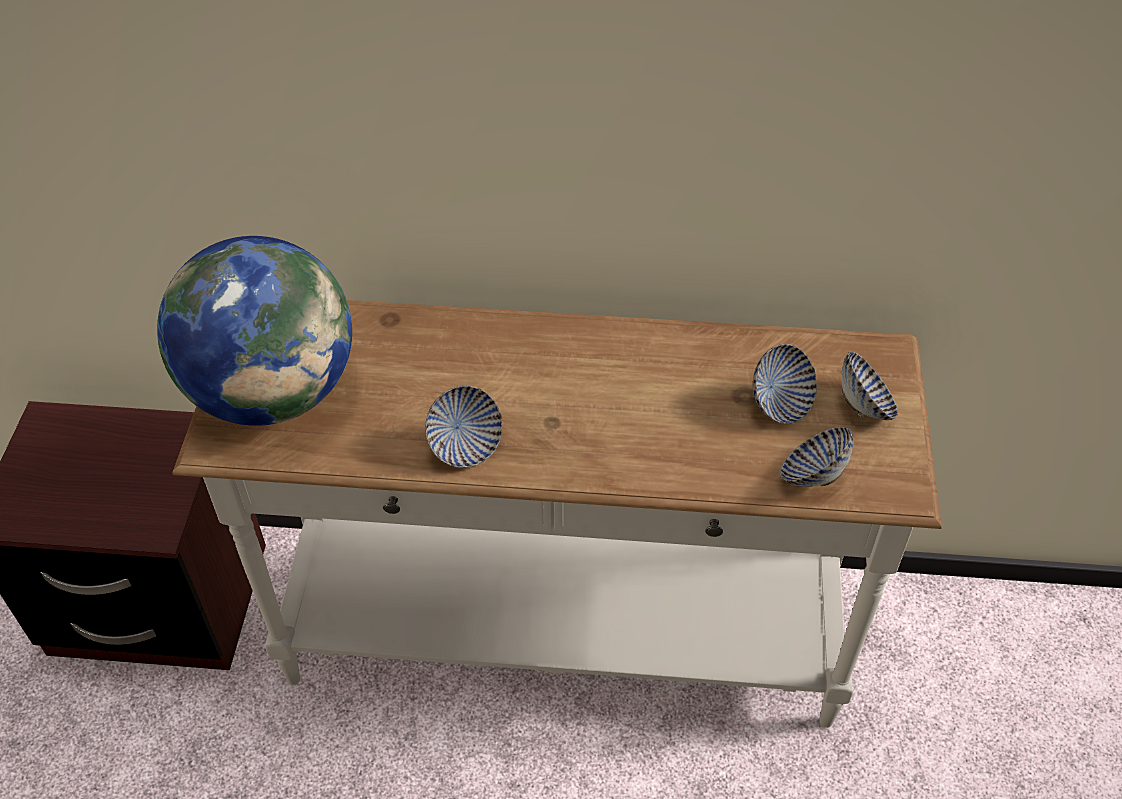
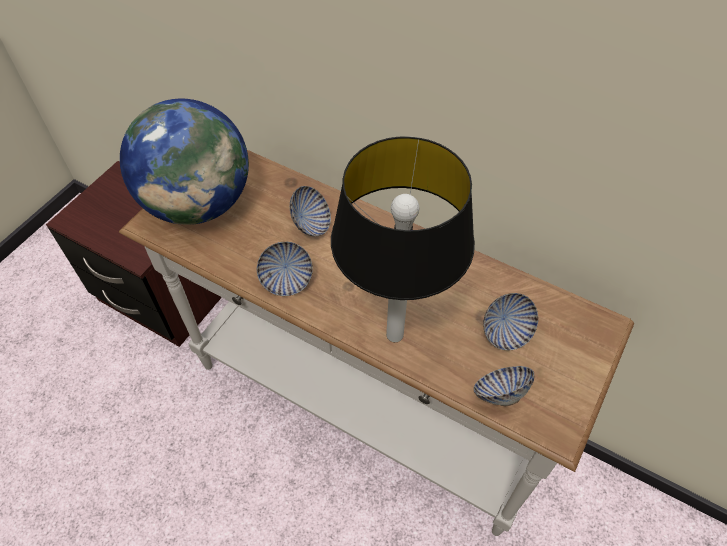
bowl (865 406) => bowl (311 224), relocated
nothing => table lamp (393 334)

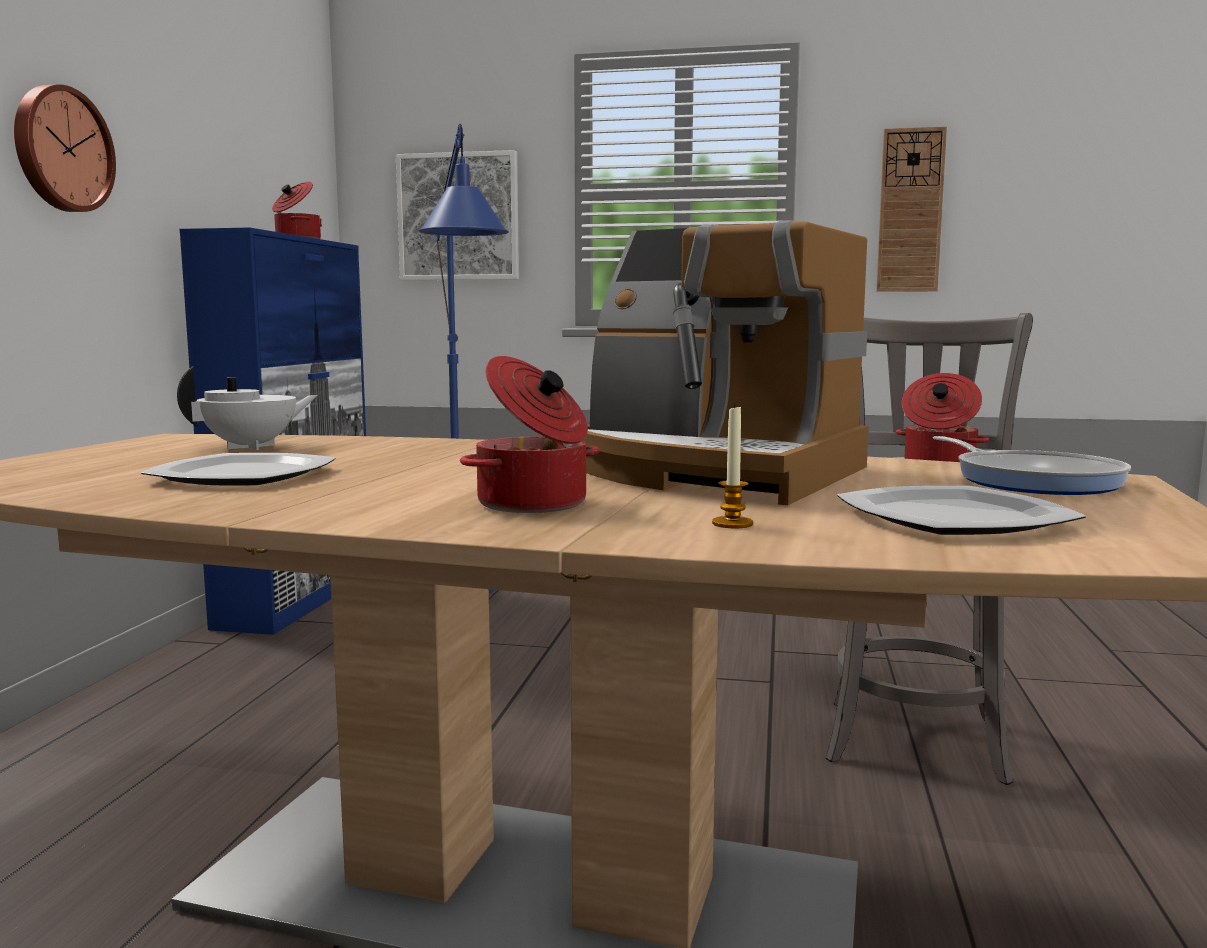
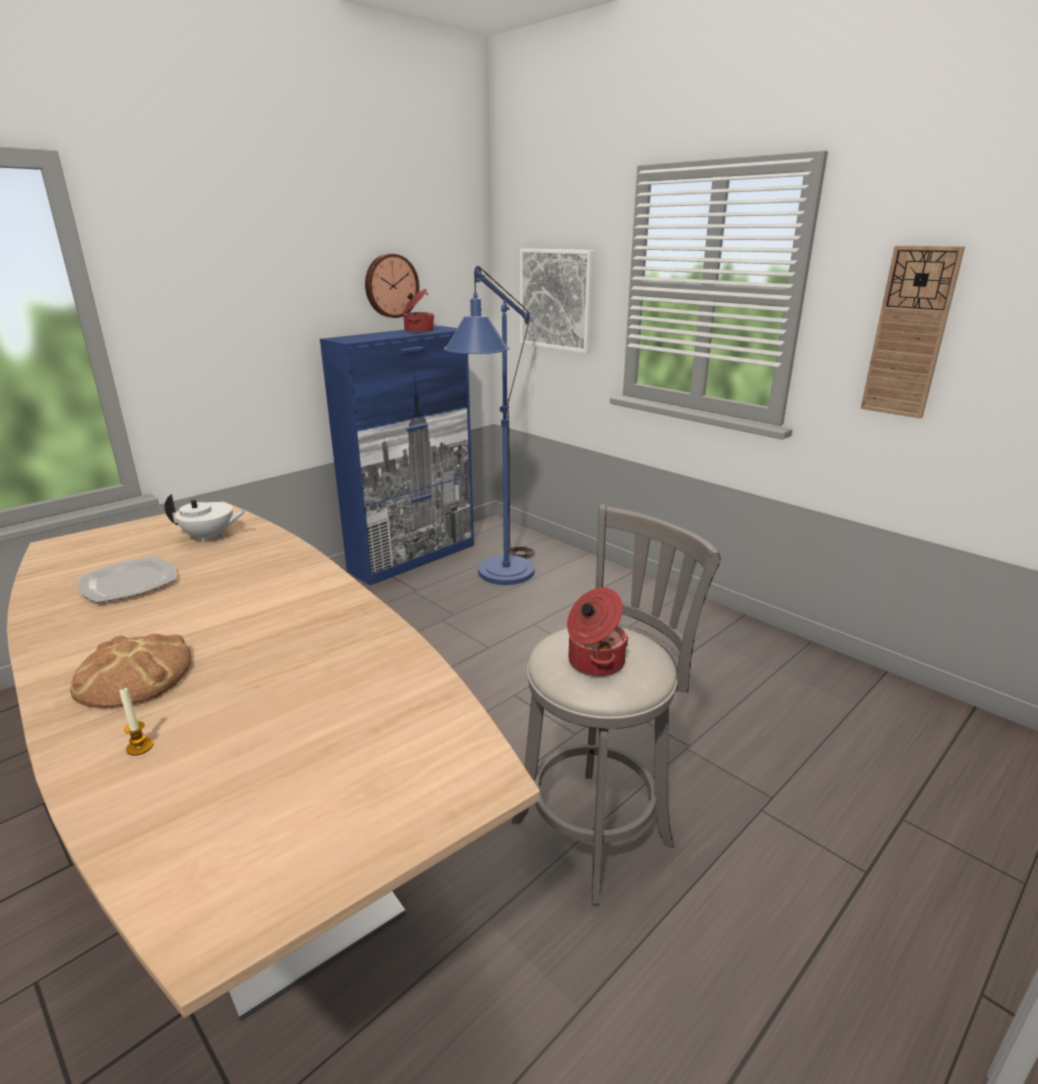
wall clock (61 149) => wall clock (390 286), relocated
cooking pot (534 504) => bread (134 676)
coffee machine (714 472) => nothing
plate (953 517) => nothing
frying pan (1032 481) => nothing

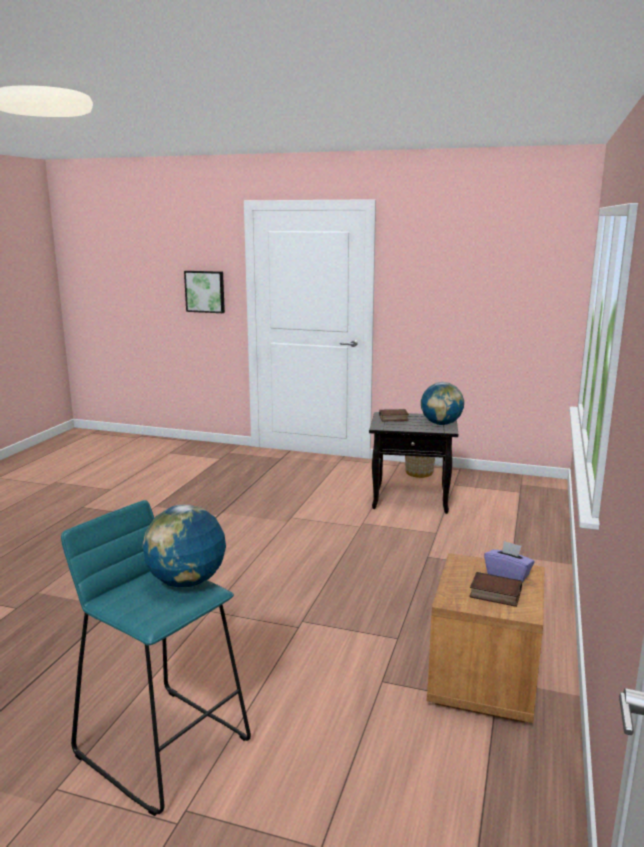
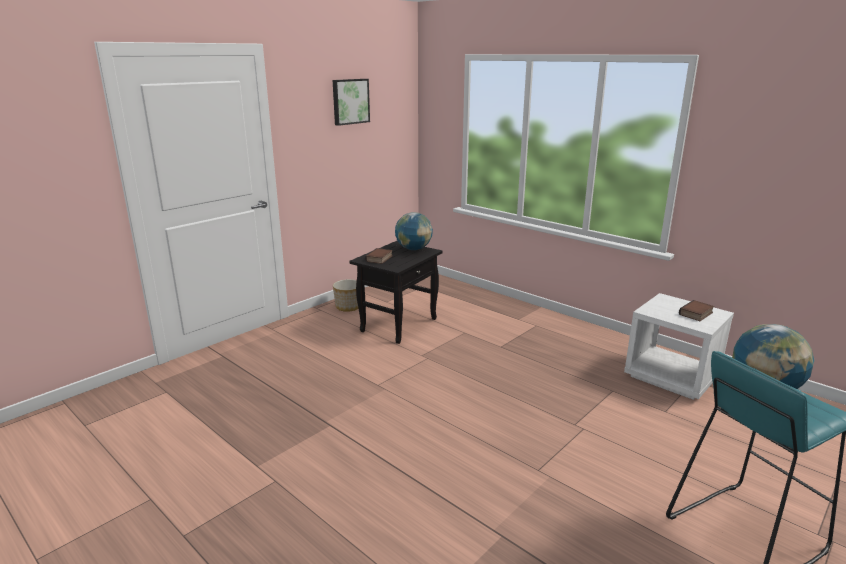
picture (205 291) => picture (350 101), relocated
nightstand in brown (483 683) => nightstand in white (672 377)
tissue box in purple (508 575) => nothing

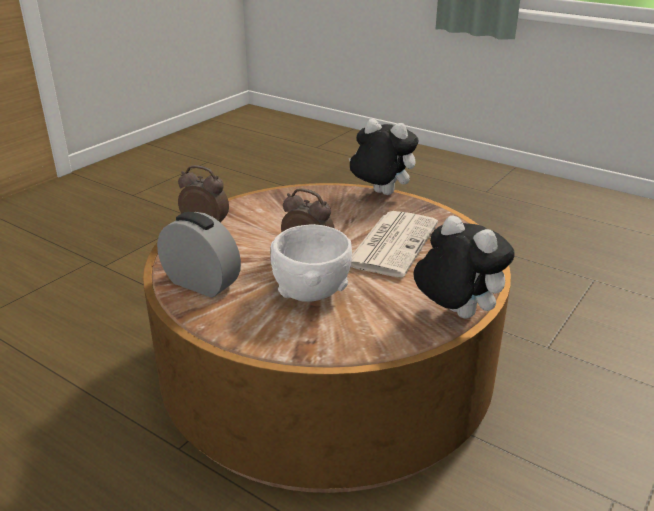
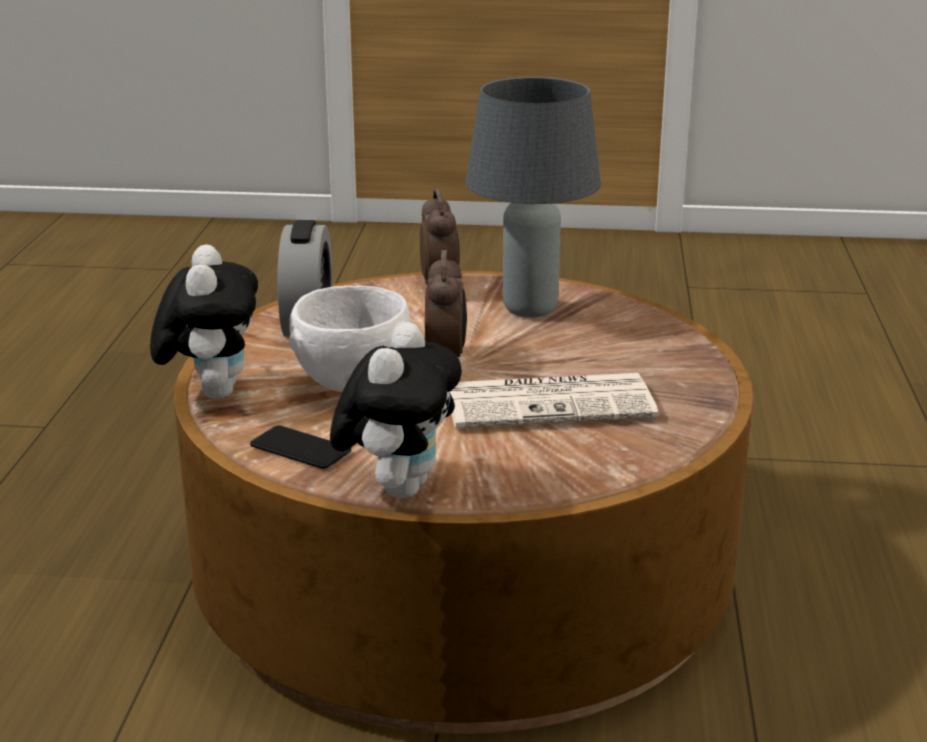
plush toy (380 194) => plush toy (212 391), relocated
nothing => phone (300 449)
nothing => table lamp in grey (529 310)

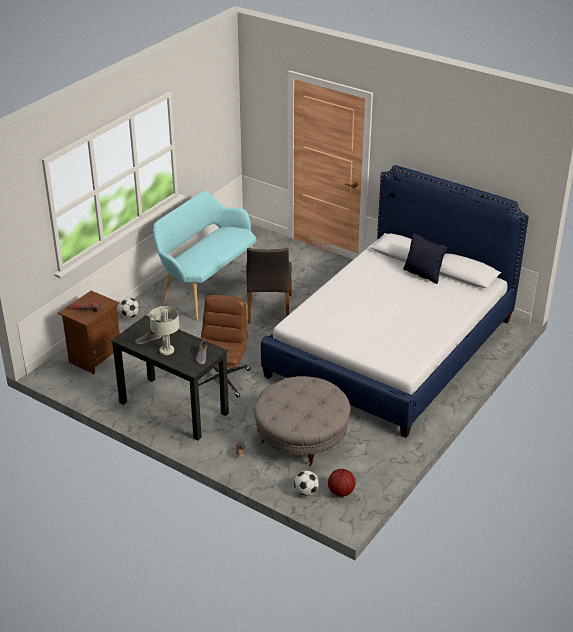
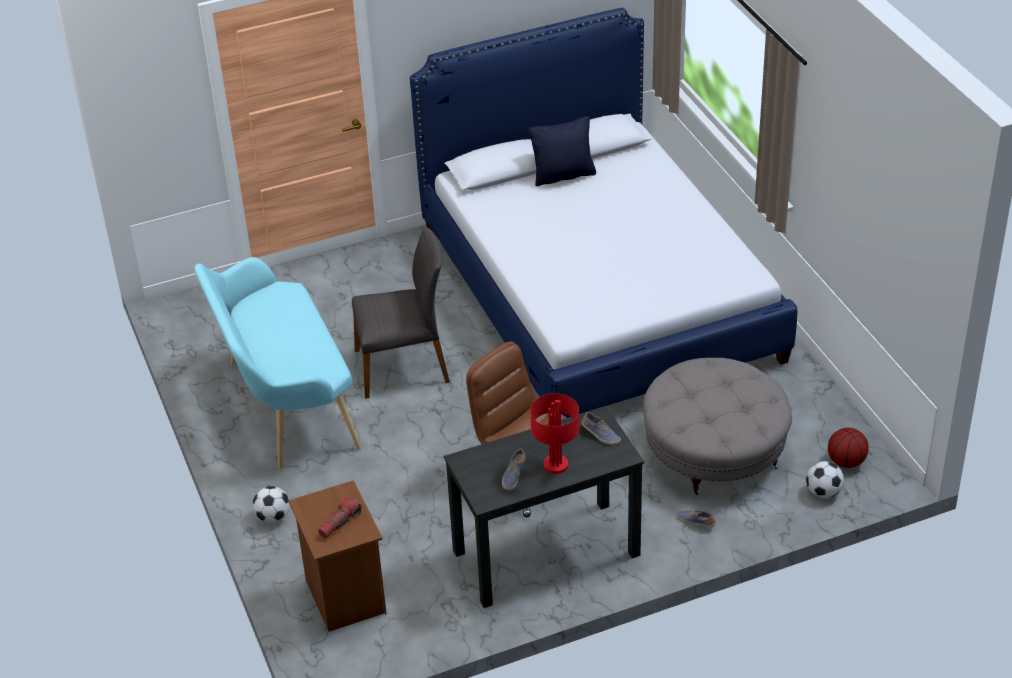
table lamp in grey (166 350) => table lamp in red (555 465)
chair in grey (268 309) => chair in grey (403 366), 45 degrees counterclockwise

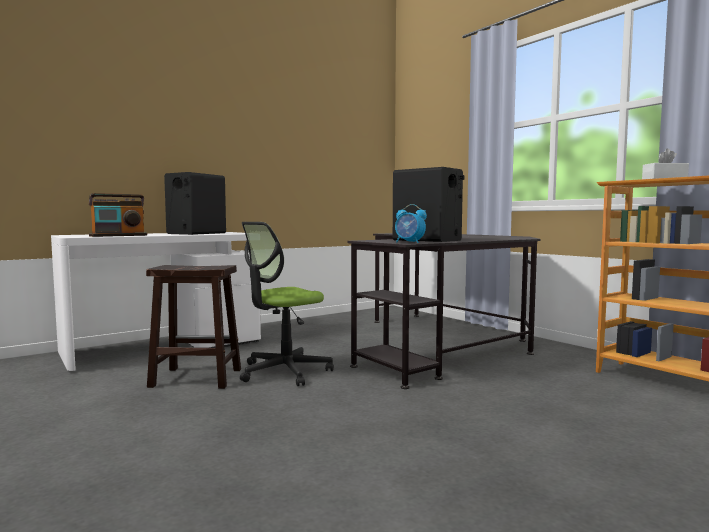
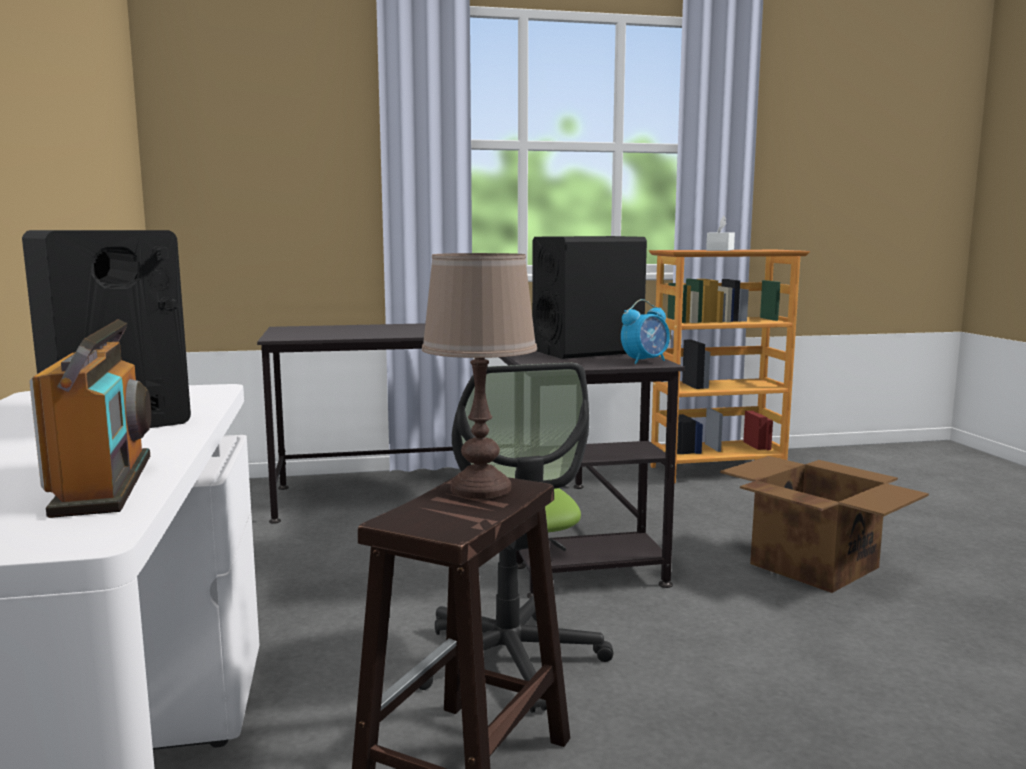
nothing => table lamp in brown (480 489)
nothing => cardboard box (813 565)

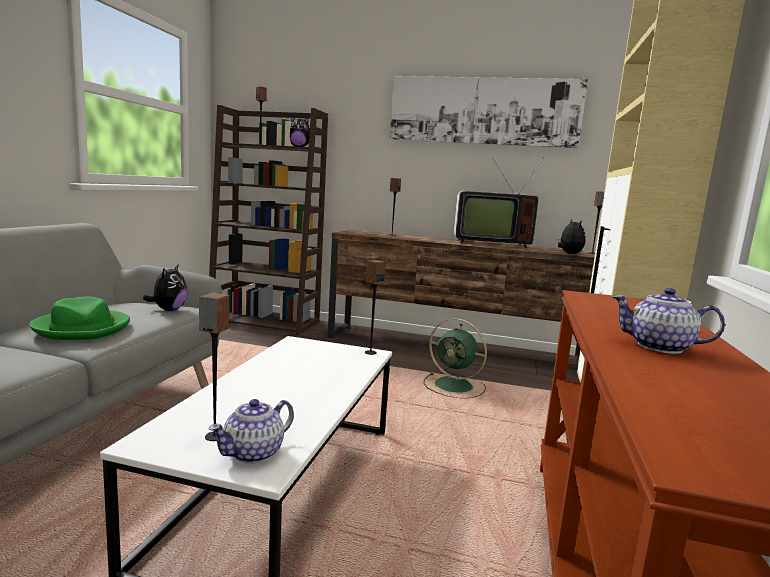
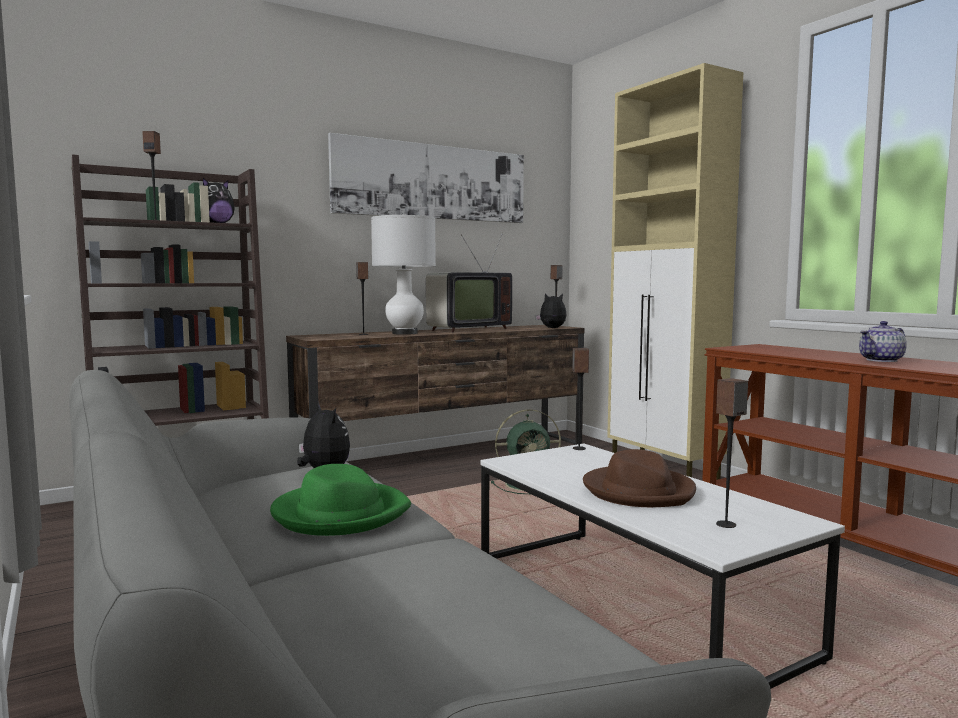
teapot (254 453) => nothing
nothing => table lamp in white (405 333)
nothing => hat in brown (639 491)

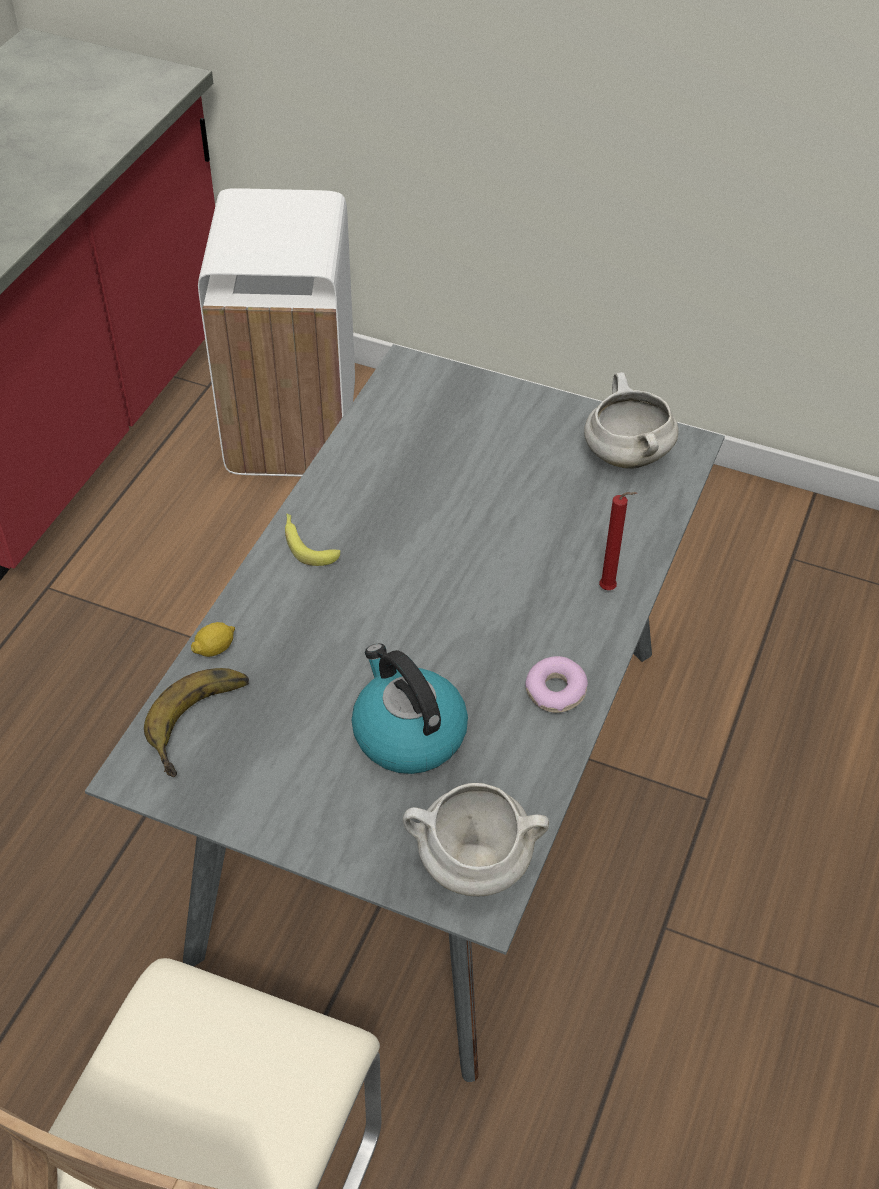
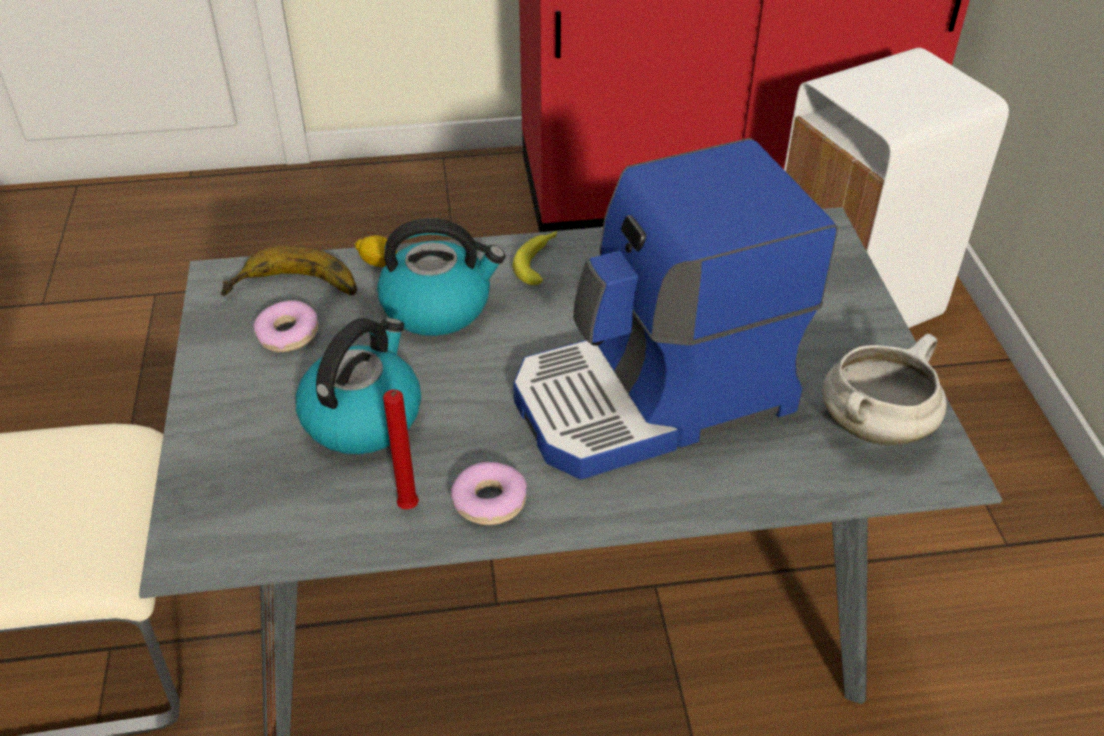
cooking pot in white (472 864) => nothing
candle in red (610 589) => candle in red (408 510), relocated
nothing => donut (288 334)
nothing => kettle (438 306)
nothing => coffee machine (655 399)

